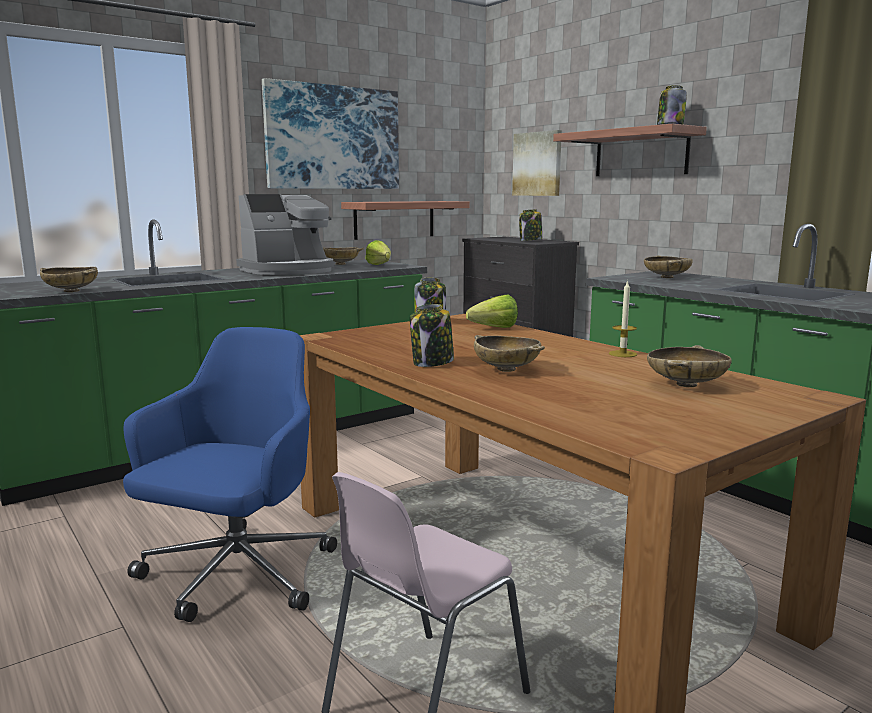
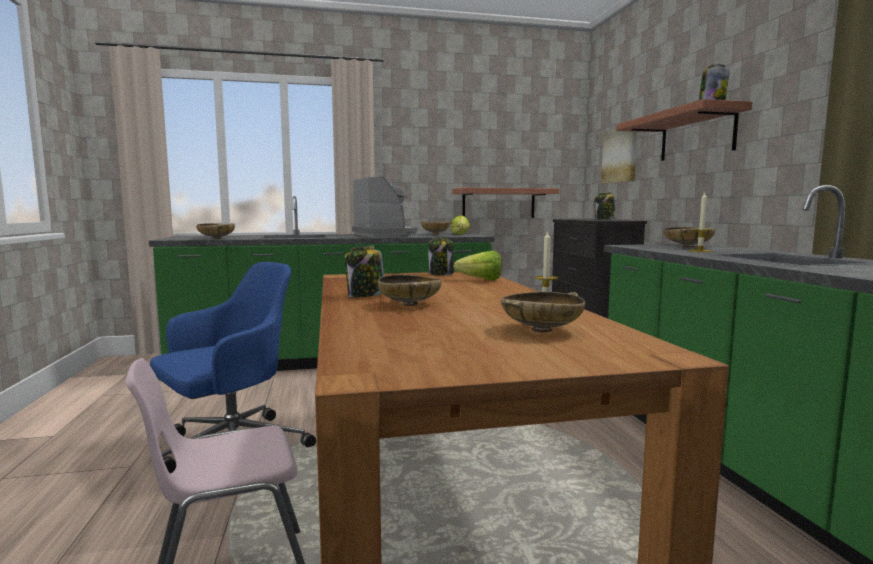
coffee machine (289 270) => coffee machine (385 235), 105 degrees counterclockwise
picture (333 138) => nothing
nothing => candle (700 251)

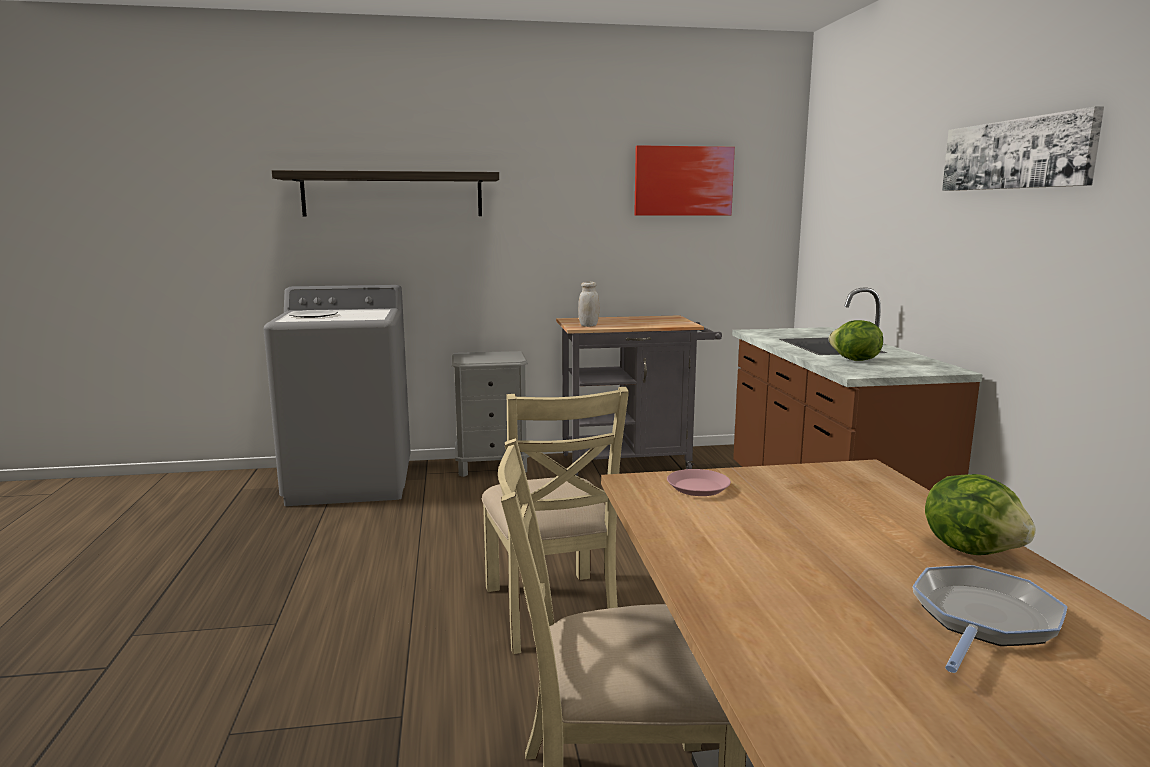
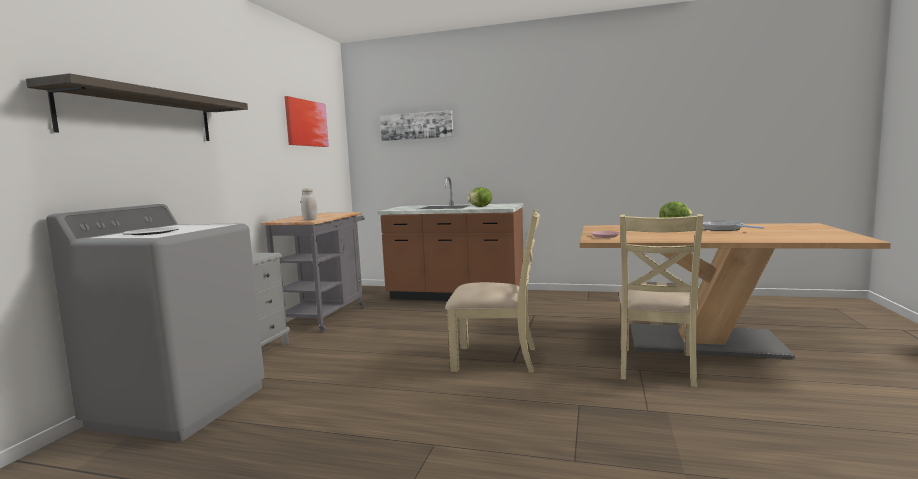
picture (1016 154) => picture (416 126), relocated

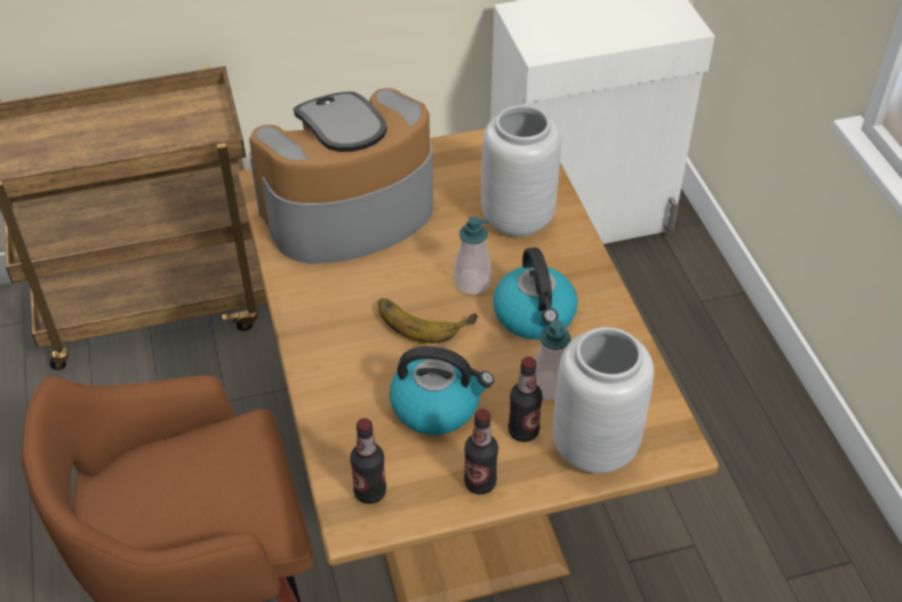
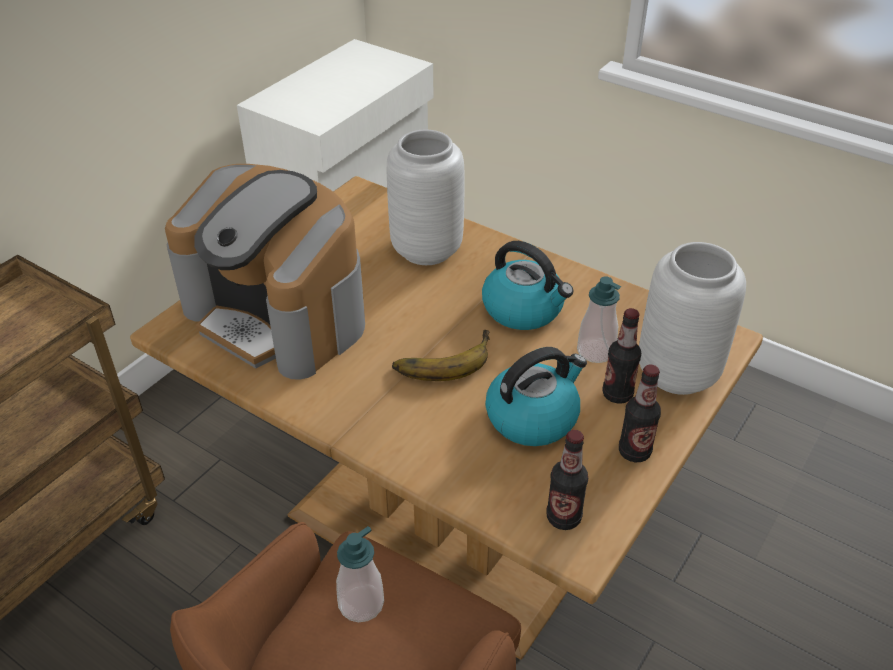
coffee machine (348 213) => coffee machine (279 315), 75 degrees counterclockwise
soap dispenser (472 283) => soap dispenser (361 603), relocated

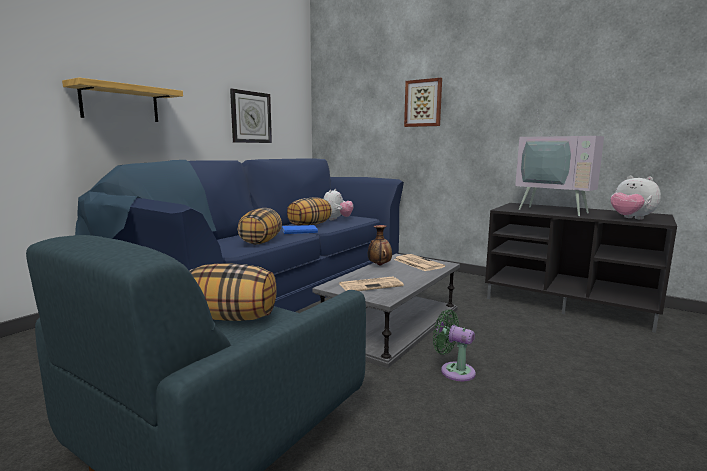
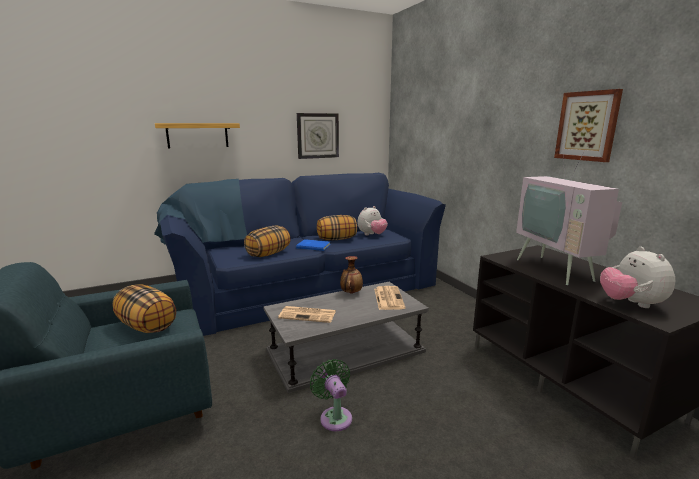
picture (423 103) => picture (587 126), relocated

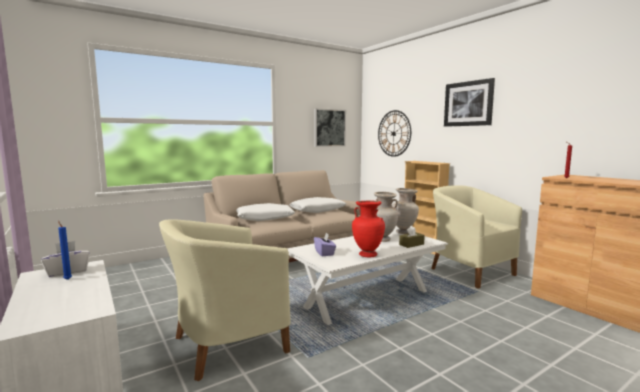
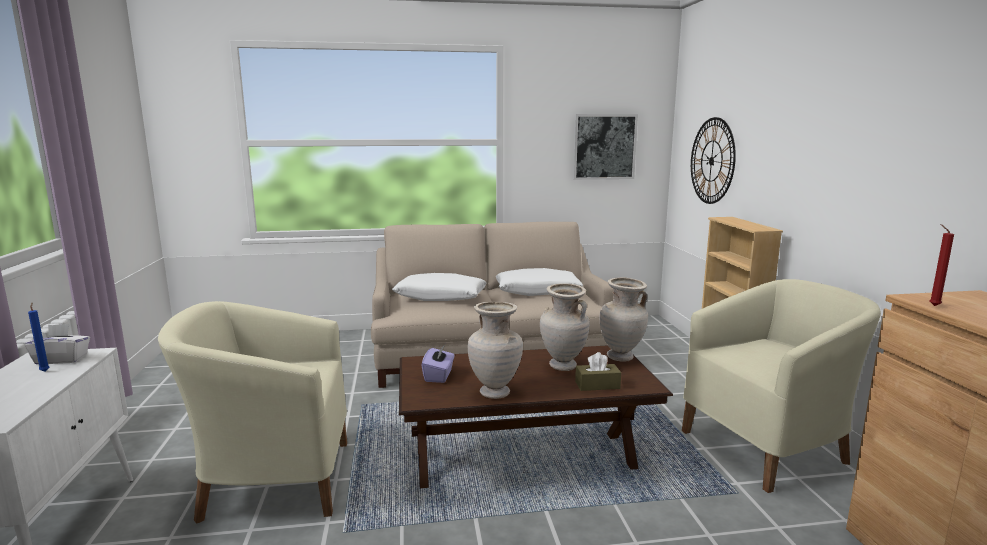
coffee table in white (368 299) => coffee table in brown (525 459)
vase in red (368 255) => vase in beige (495 393)
armchair in beige (469 271) => armchair in beige (768 447), 75 degrees clockwise
picture (468 103) => nothing

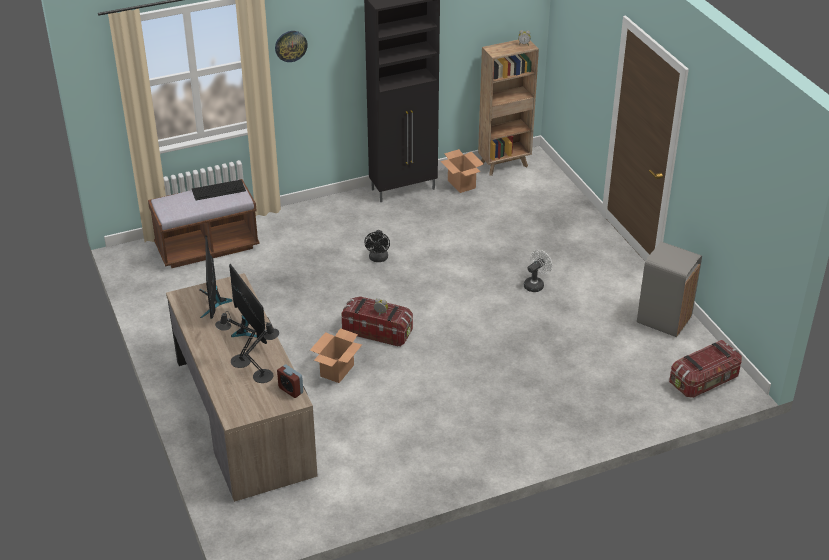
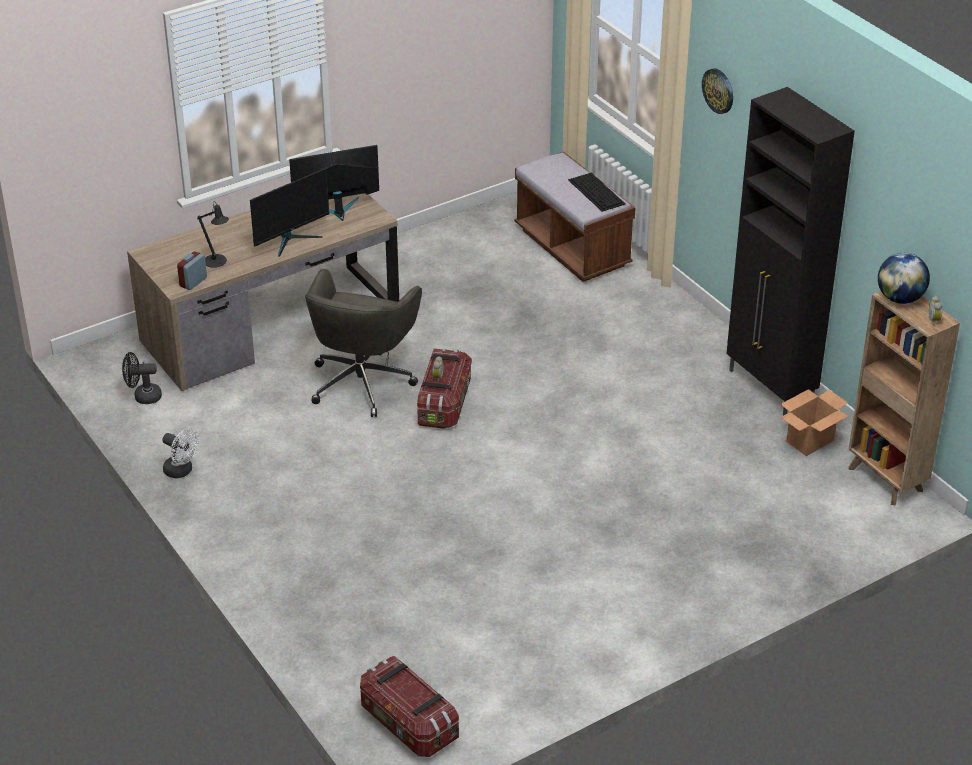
table lamp in black (237 361) => nothing
cardboard box (337 371) => office chair in grey (362 381)
fan in black (378 259) => fan in black (143 397), relocated
fan in white (535 284) => fan in white (182 471), relocated
trash can in grey (664 321) => nothing
nothing => globe (900 298)

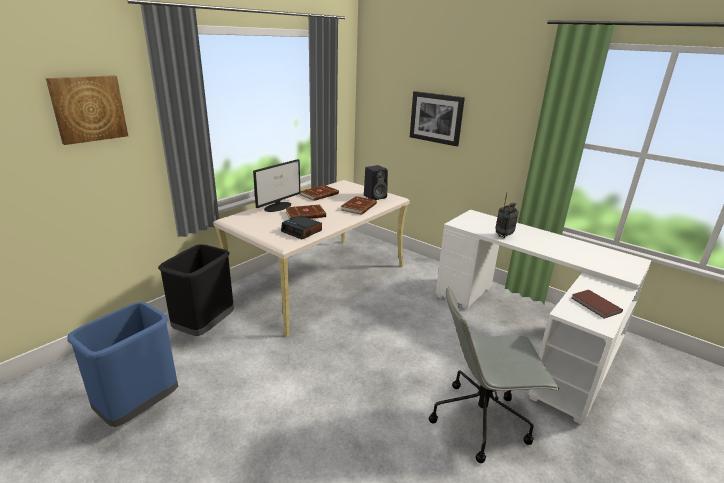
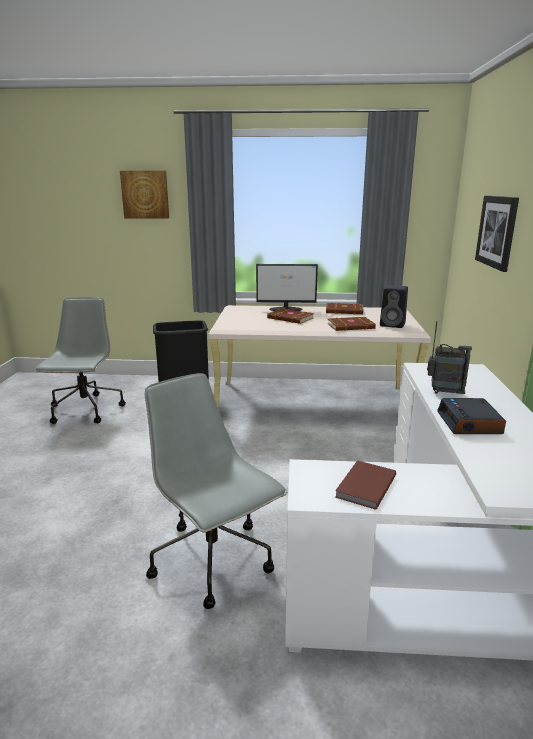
trash can in blue (139 407) => office chair in grey (85 411)
alarm clock (302 231) => alarm clock (470 423), relocated

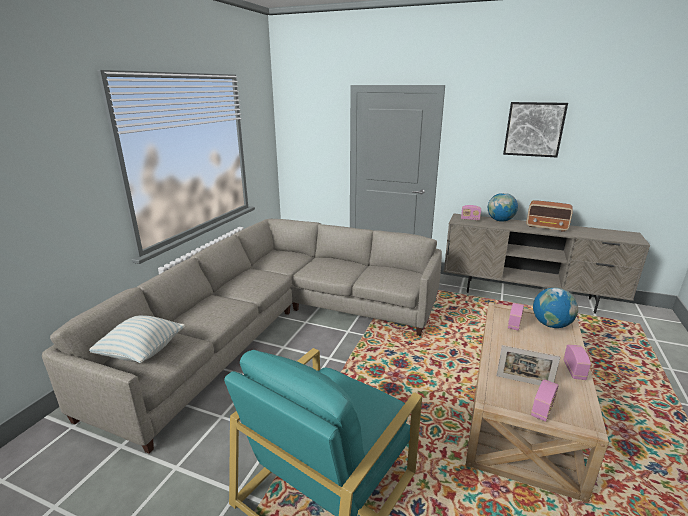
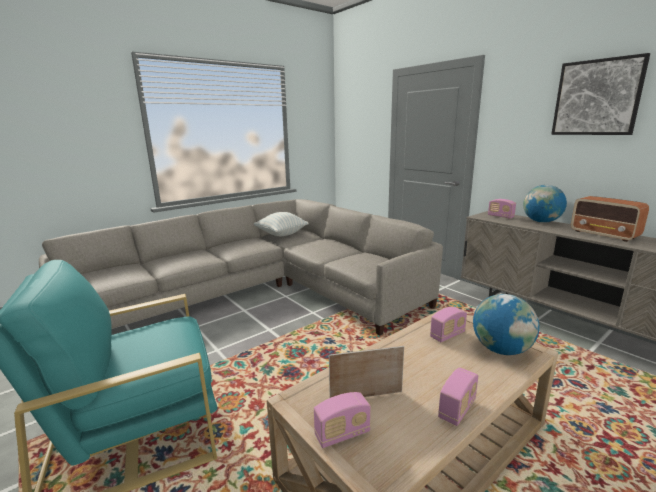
pillow (142 352) => pillow (281 234), relocated
picture frame (523 381) => picture frame (366 396), 120 degrees clockwise

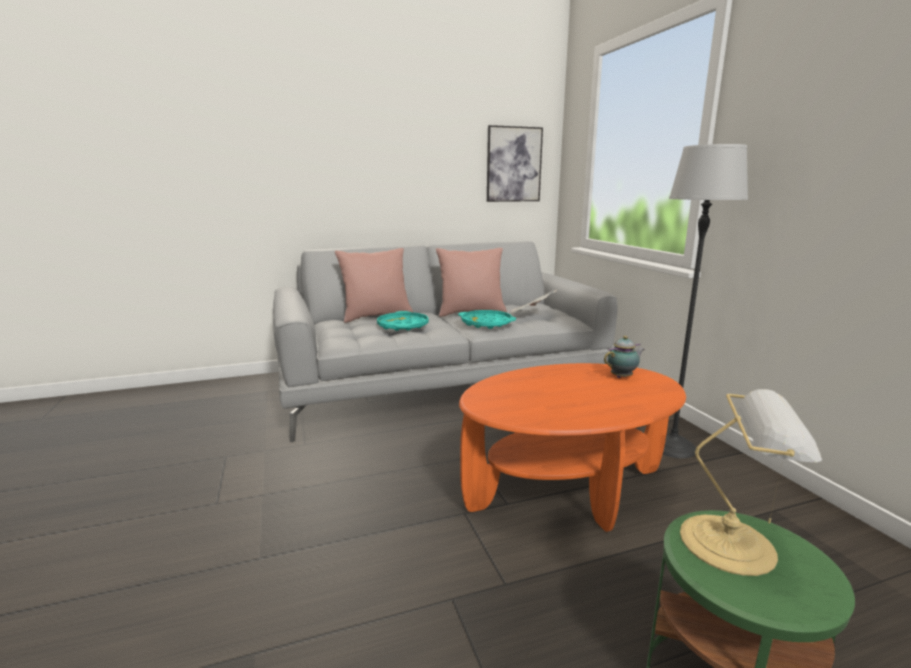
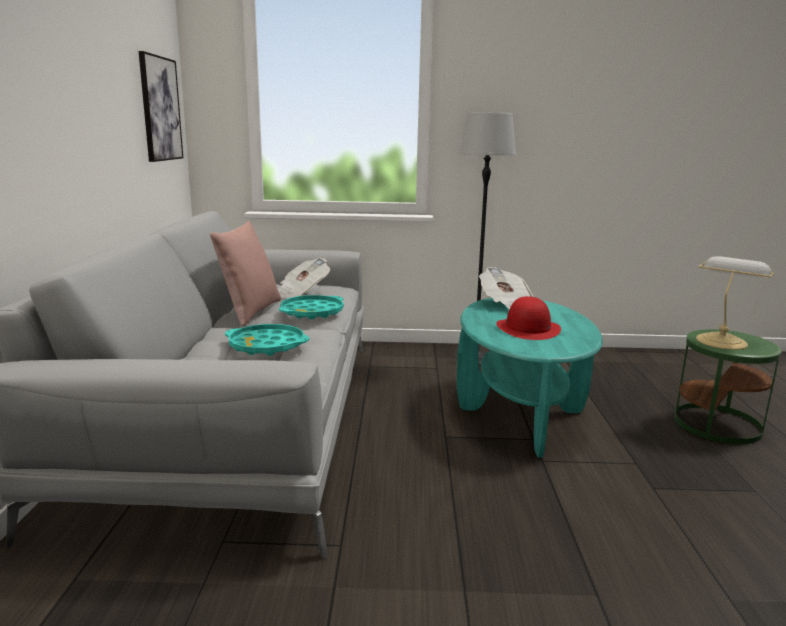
pillow in pink (376 316) => nothing
coffee table in orange (567 489) => coffee table in turquoise (520 411)
teapot (622 377) => newspaper (506 305)
nothing => hat in red (528 328)

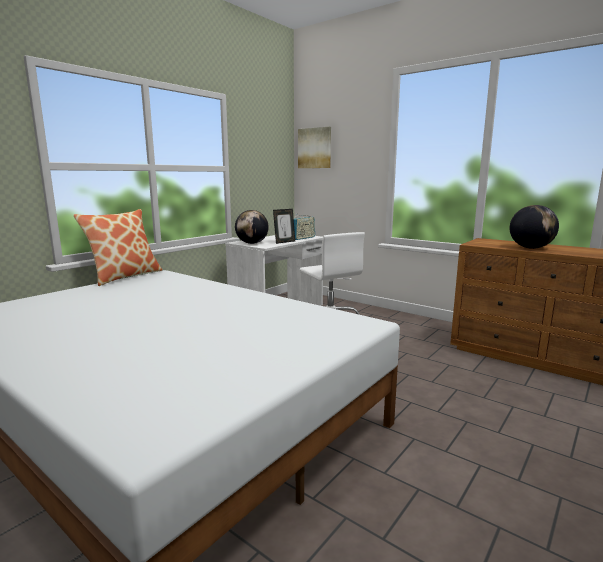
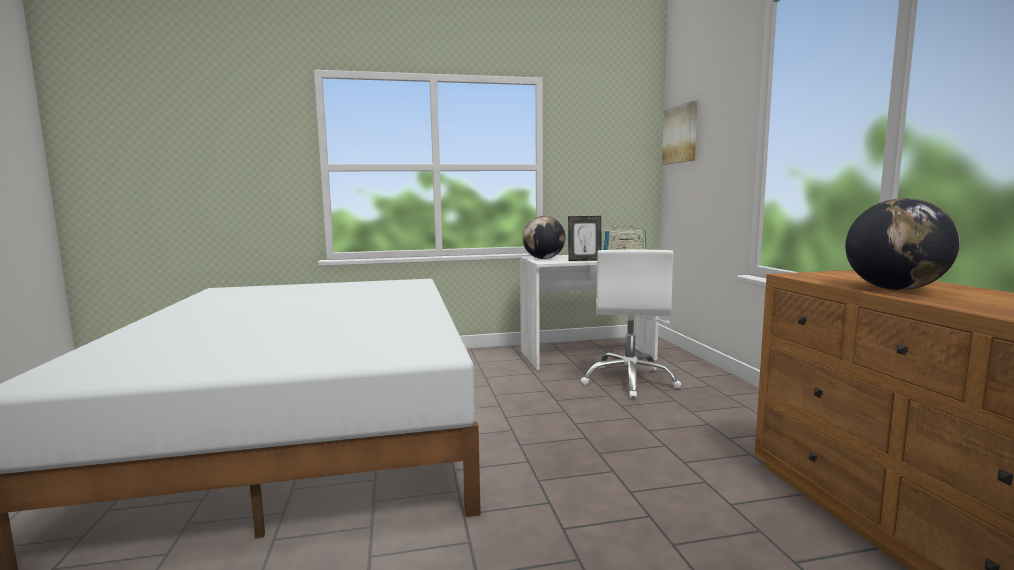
pillow (124 276) => nothing

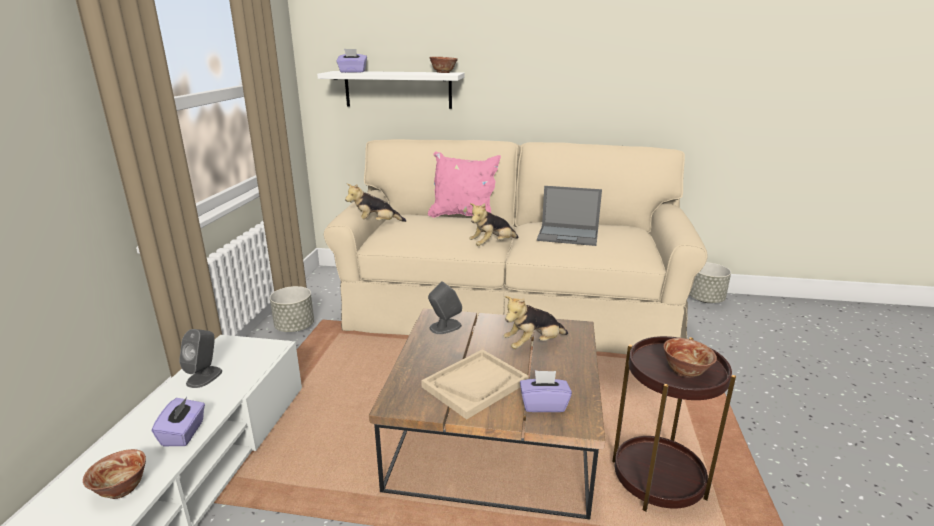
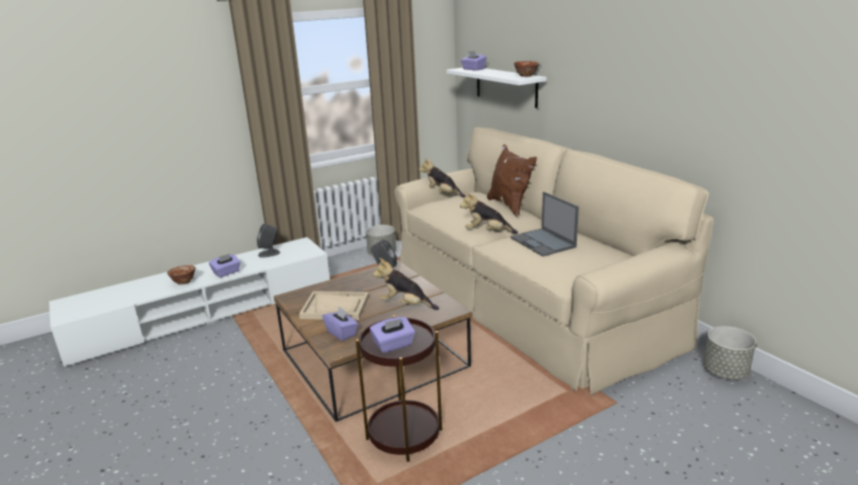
pillow in pink (463 217) => pillow in brown (510 206)
bowl (685 371) => tissue box in purple (393 345)

